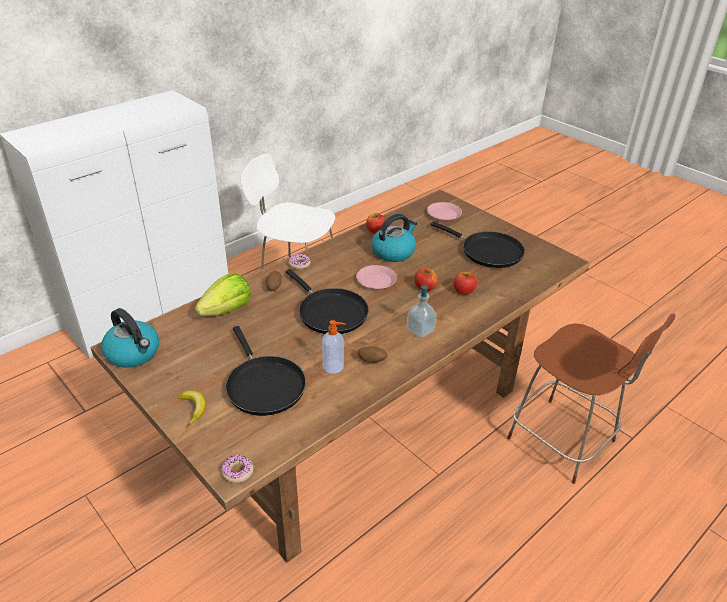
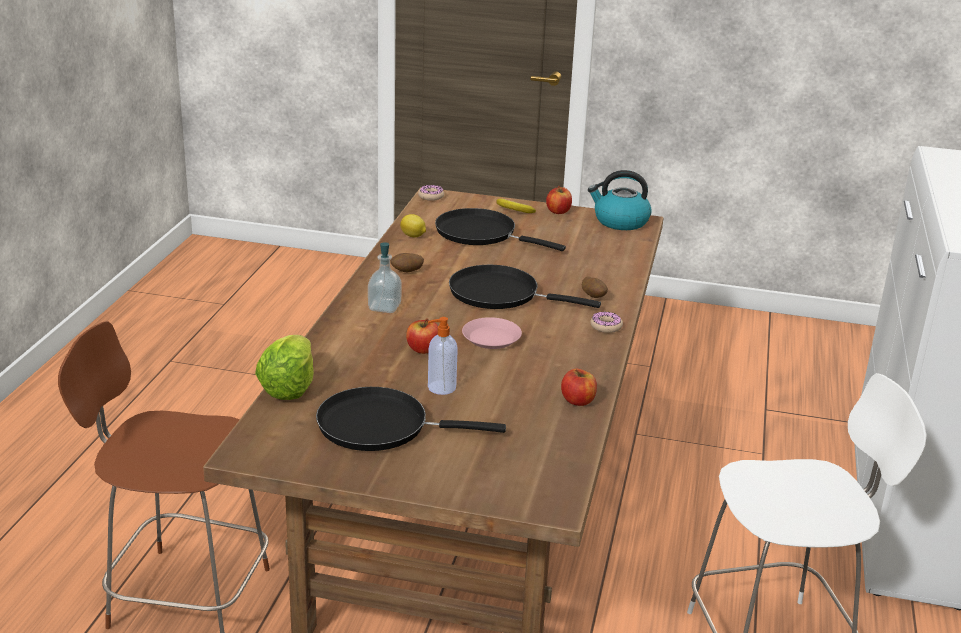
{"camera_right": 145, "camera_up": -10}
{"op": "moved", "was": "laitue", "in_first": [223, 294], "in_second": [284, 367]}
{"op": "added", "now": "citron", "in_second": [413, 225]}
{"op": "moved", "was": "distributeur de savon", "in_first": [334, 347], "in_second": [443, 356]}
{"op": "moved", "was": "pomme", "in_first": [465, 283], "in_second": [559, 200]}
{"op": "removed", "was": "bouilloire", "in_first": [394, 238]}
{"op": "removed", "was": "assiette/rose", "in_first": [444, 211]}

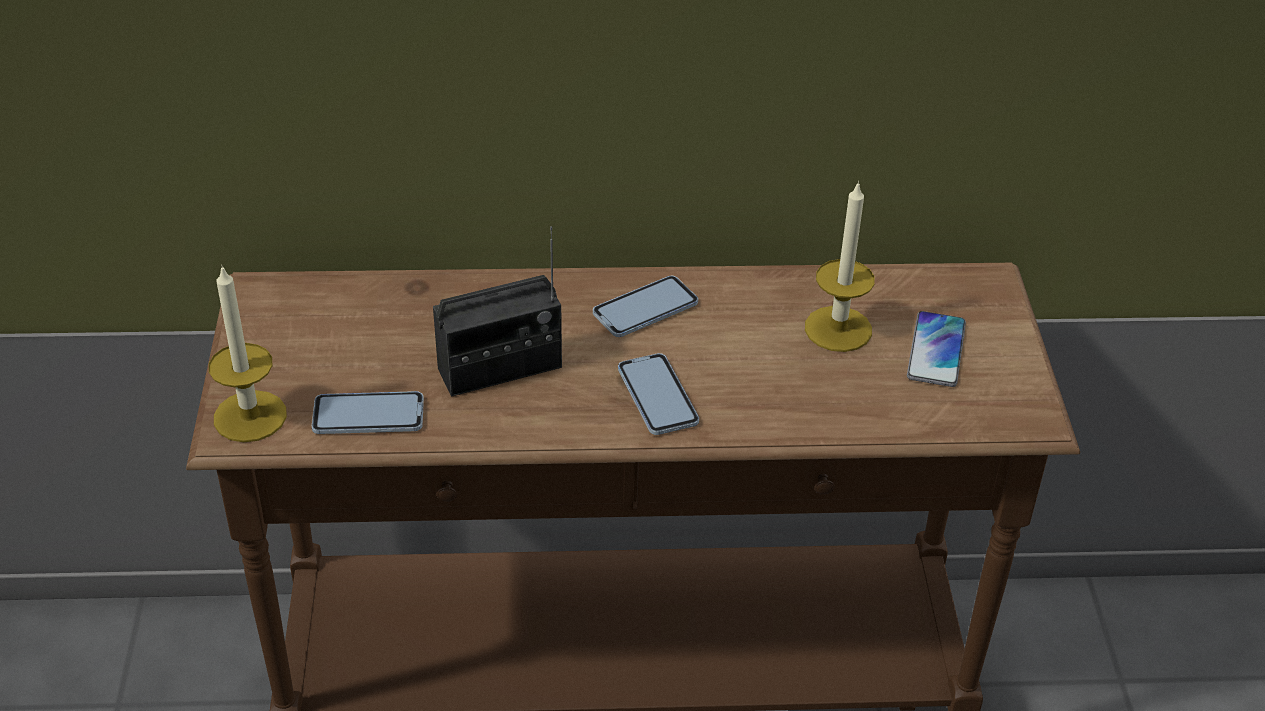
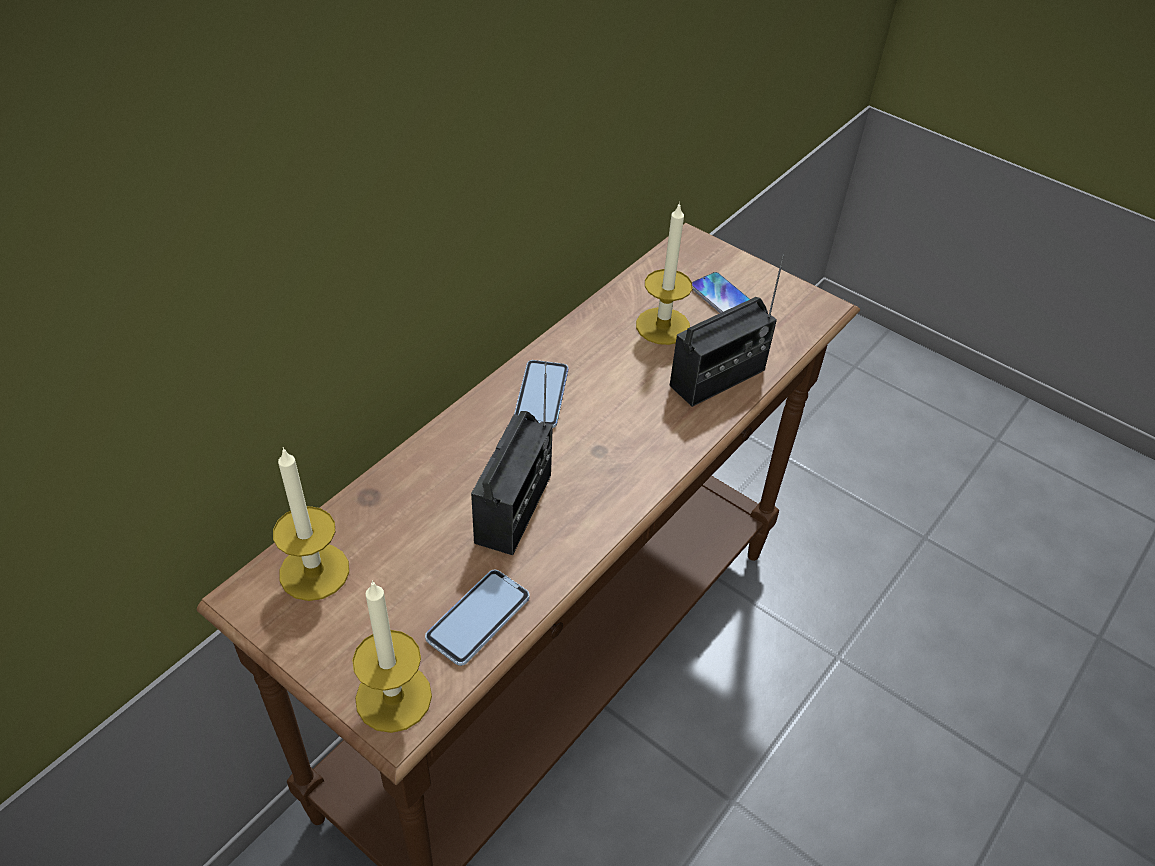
{"camera_right": -50, "camera_up": 5}
{"op": "added", "now": "bougie", "in_second": [311, 524]}
{"op": "added", "now": "radio", "in_second": [726, 331]}
{"op": "removed", "was": "téléphone", "in_first": [658, 394]}

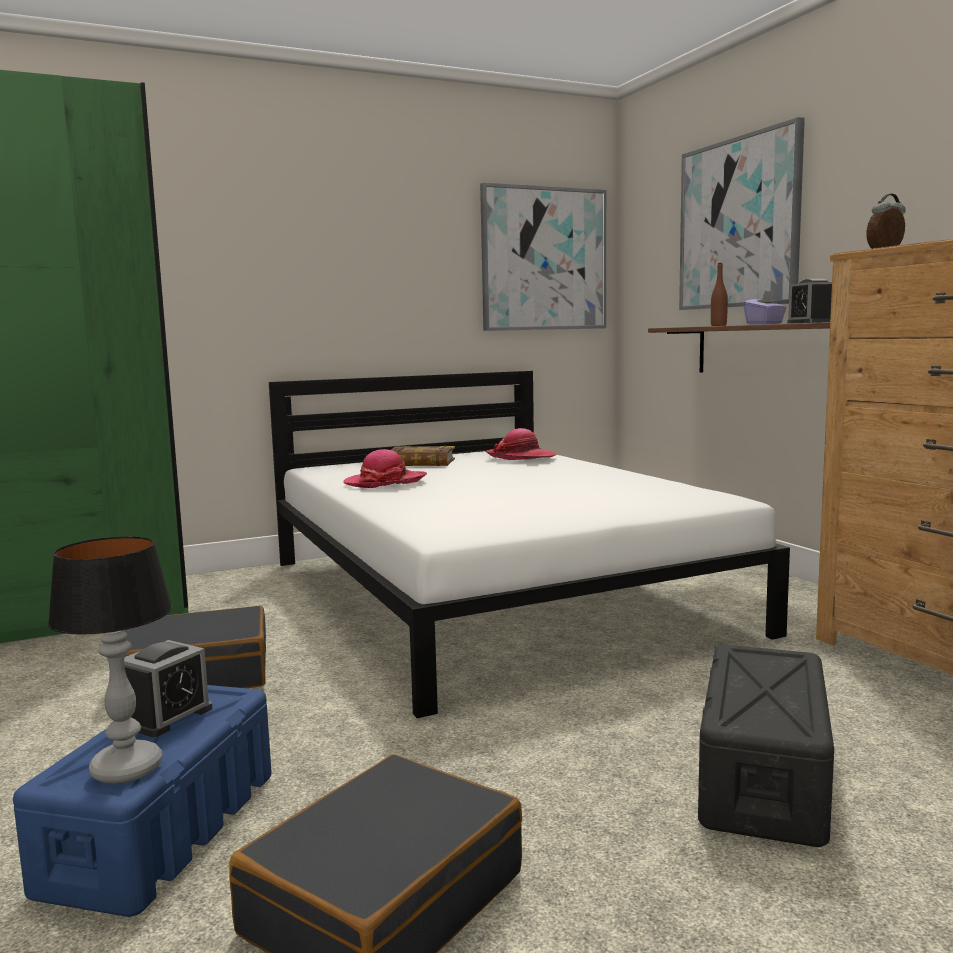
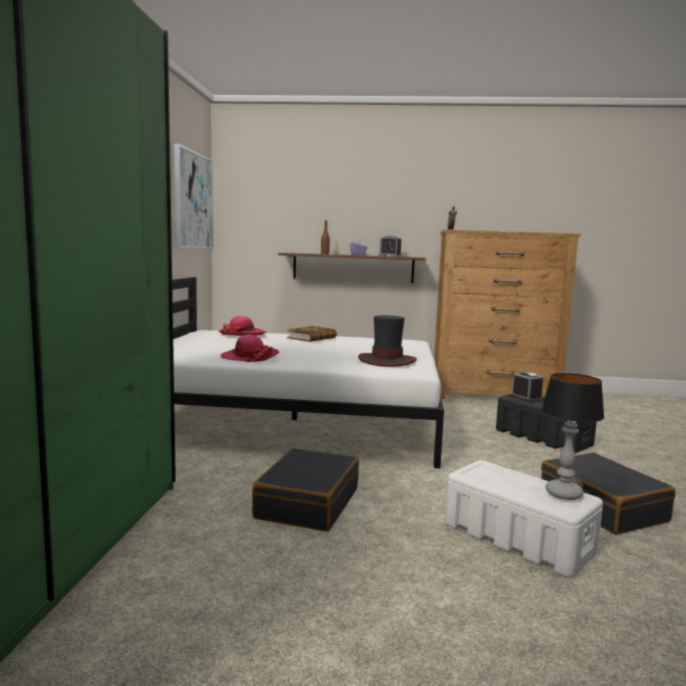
{"camera_right": -60, "camera_up": 0}
{"op": "moved", "was": "livre", "in_first": [423, 456], "in_second": [312, 334]}
{"op": "added", "now": "chapeau", "in_second": [387, 341]}
{"op": "recoloured", "was": "boîte de rangement/bleu", "now": "boîte de rangement/blanc", "in_first": [142, 801], "in_second": [524, 518]}
{"op": "moved", "was": "réveil", "in_first": [168, 688], "in_second": [527, 387]}
{"op": "removed", "was": "tableau", "in_first": [742, 213]}

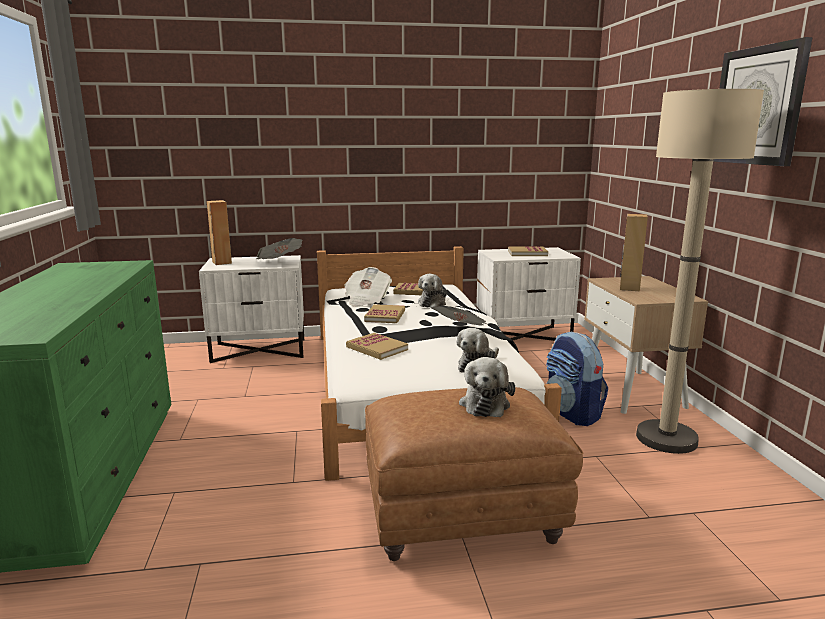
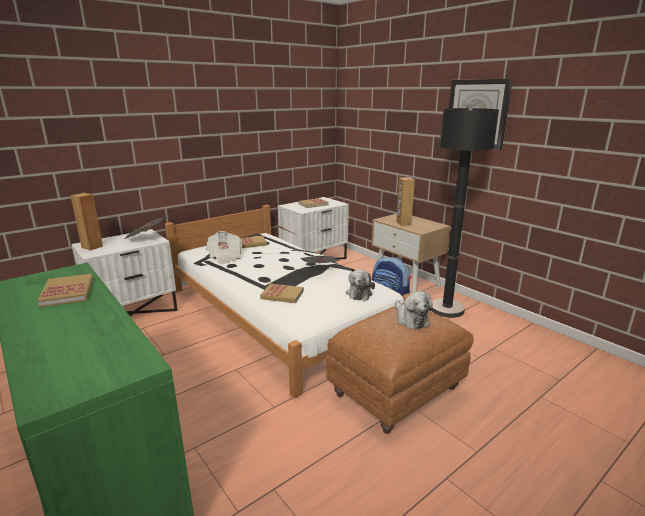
{"camera_right": -30, "camera_up": 5}
{"op": "moved", "was": "livre", "in_first": [384, 313], "in_second": [65, 291]}
{"op": "recoloured", "was": "lampadaire/beige", "now": "lampadaire/noir", "in_first": [700, 271], "in_second": [465, 213]}
{"op": "removed", "was": "peluche", "in_first": [432, 290]}

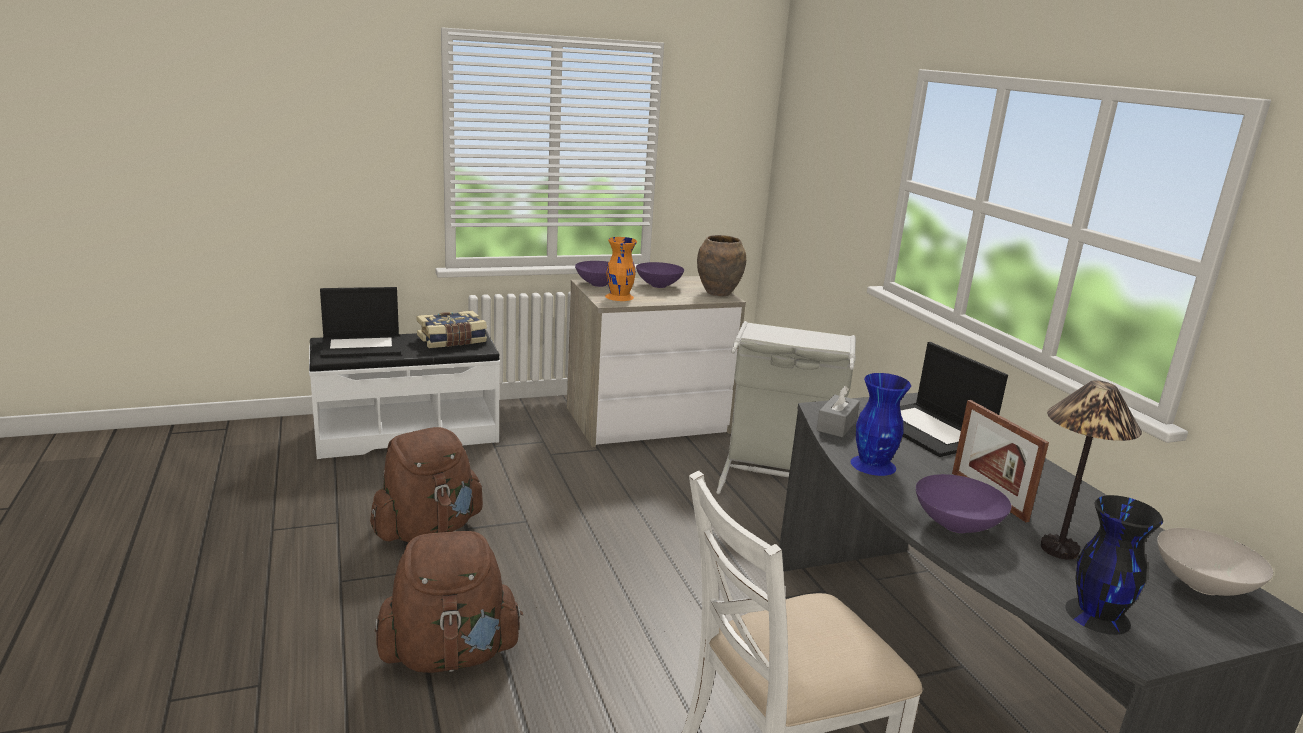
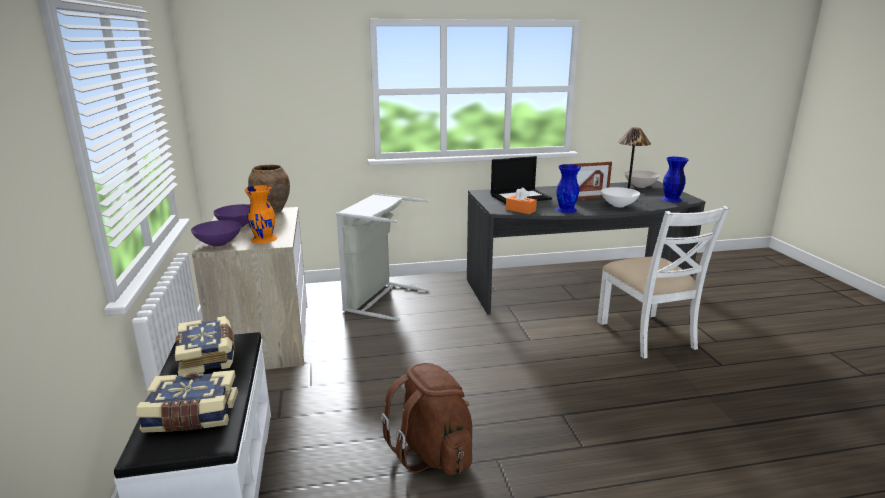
{"camera_right": -80, "camera_up": 0}
{"op": "replaced", "was": "ordinateur portable", "now": "livre", "in_first": [360, 322], "in_second": [187, 401]}
{"op": "recoloured", "was": "boîte à mouchoirs/gris", "now": "boîte à mouchoirs/orange", "in_first": [838, 411], "in_second": [521, 201]}
{"op": "recoloured", "was": "bol/violet", "now": "bol/blanc", "in_first": [963, 503], "in_second": [620, 197]}
{"op": "recoloured", "was": "vase/noir", "now": "vase/bleu", "in_first": [1114, 565], "in_second": [675, 179]}
{"op": "removed", "was": "sac à dos/marron", "in_first": [449, 602]}

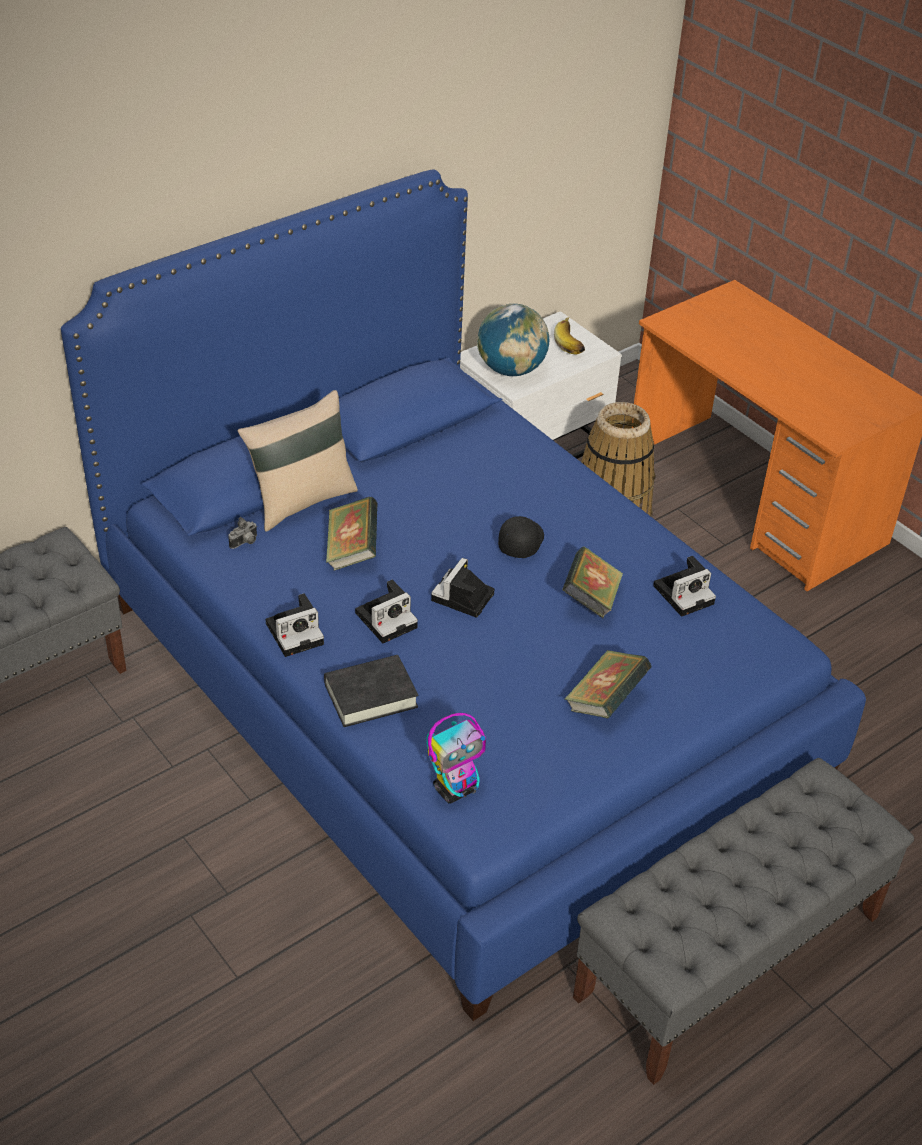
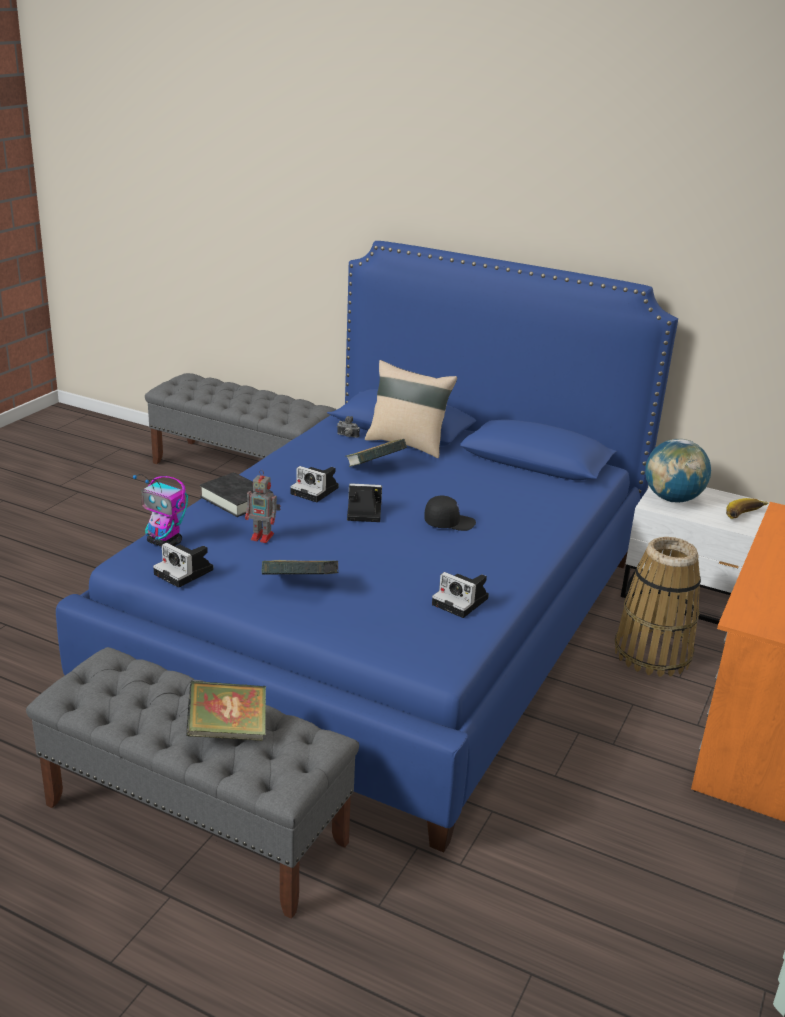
{"camera_right": 65, "camera_up": -15}
{"op": "moved", "was": "appareil photo", "in_first": [295, 625], "in_second": [183, 565]}
{"op": "moved", "was": "livre", "in_first": [592, 582], "in_second": [226, 711]}
{"op": "added", "now": "robot jouet", "in_second": [262, 506]}

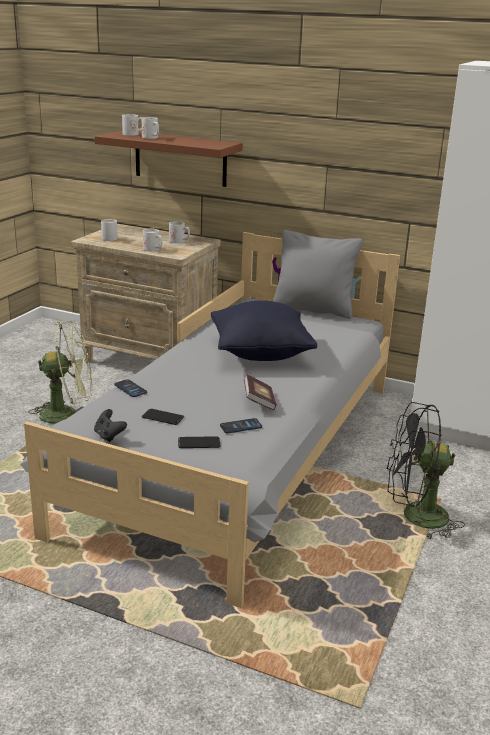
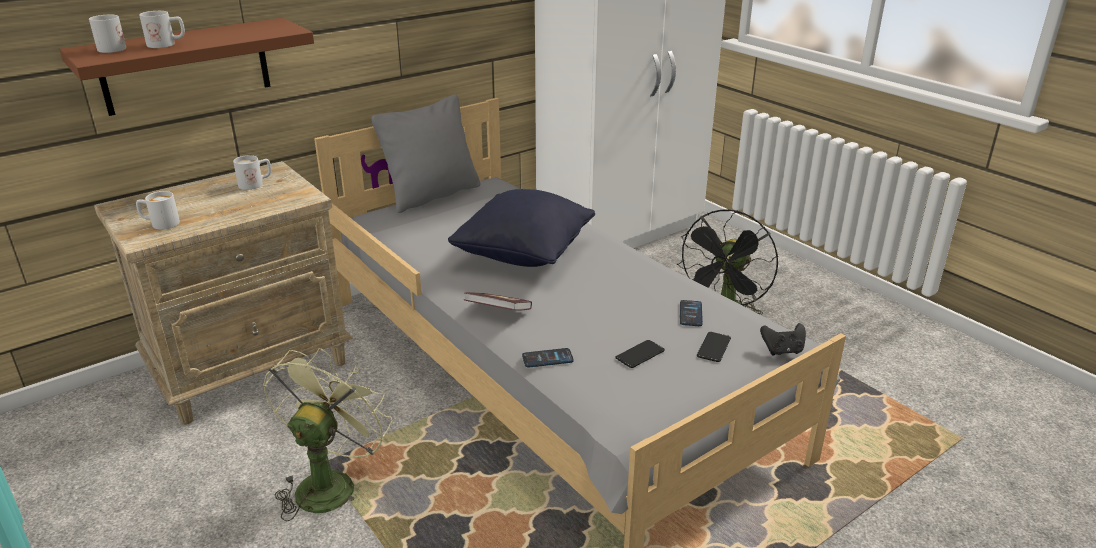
{"camera_right": -60, "camera_up": 5}
{"op": "moved", "was": "livre", "in_first": [260, 392], "in_second": [498, 301]}
{"op": "moved", "was": "manette/noir", "in_first": [110, 425], "in_second": [783, 339]}
{"op": "removed", "was": "mug/blanc", "in_first": [152, 240]}

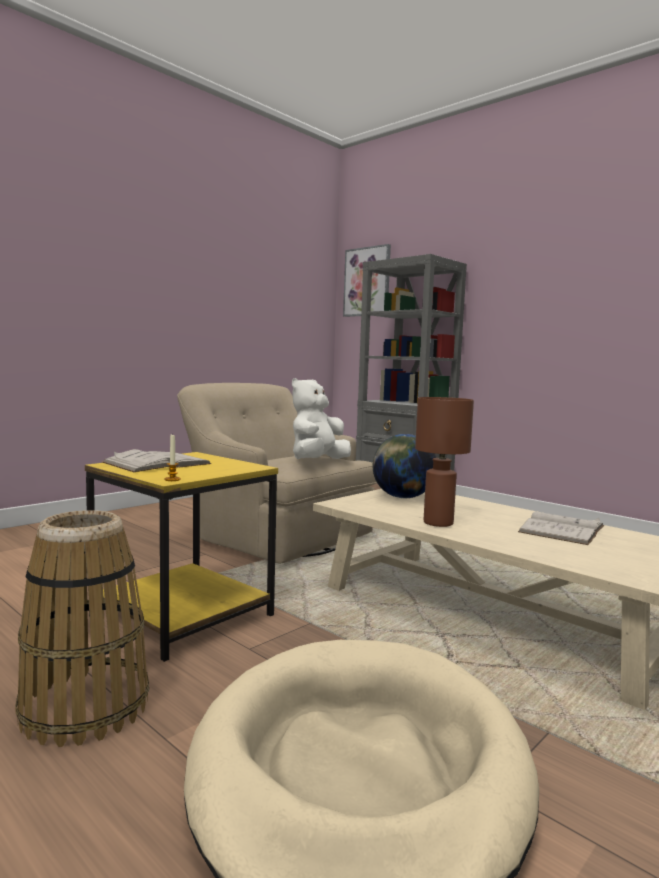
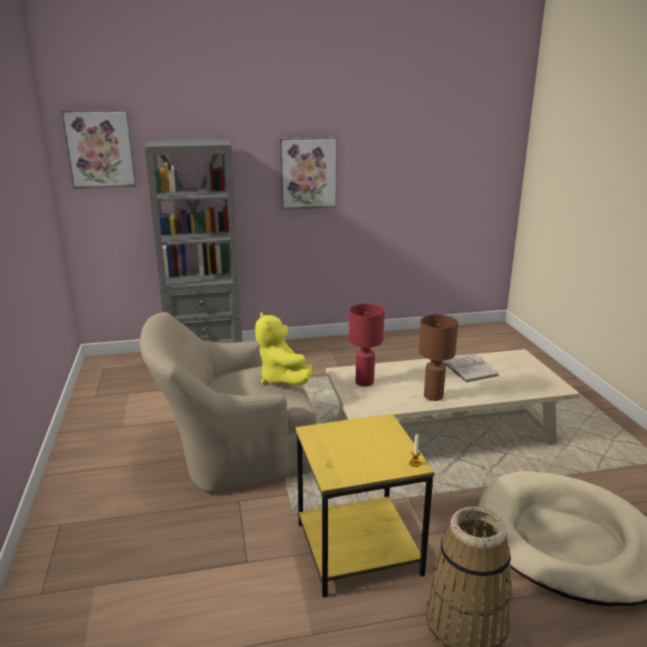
{"camera_right": -55, "camera_up": 15}
{"op": "recoloured", "was": "peluche/blanc", "now": "peluche/jaune", "in_first": [321, 418], "in_second": [284, 348]}
{"op": "added", "now": "tableau", "in_second": [309, 173]}
{"op": "replaced", "was": "globe", "now": "lampe de table/rouge", "in_first": [404, 466], "in_second": [367, 345]}
{"op": "removed", "was": "livre/blanc", "in_first": [157, 460]}

